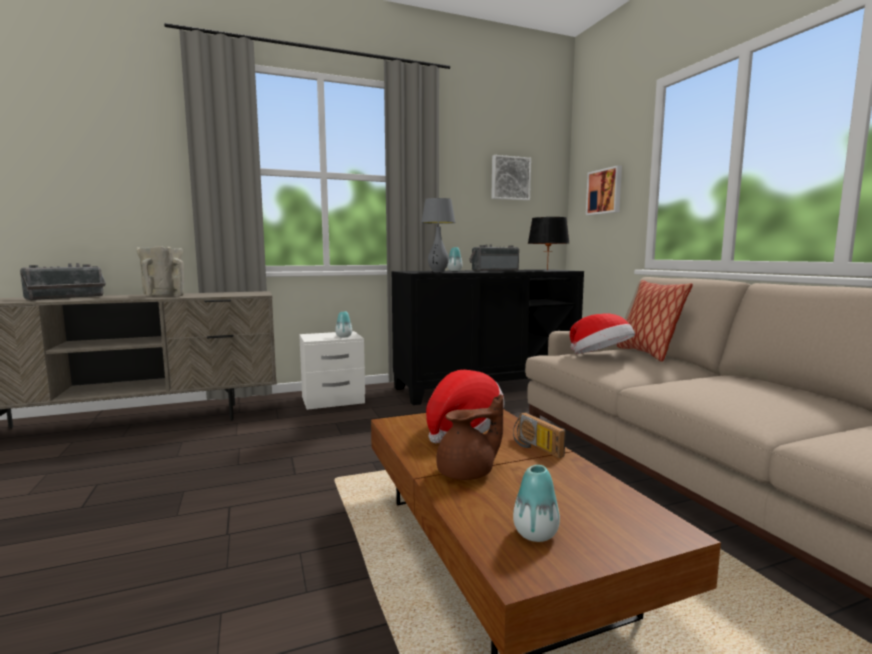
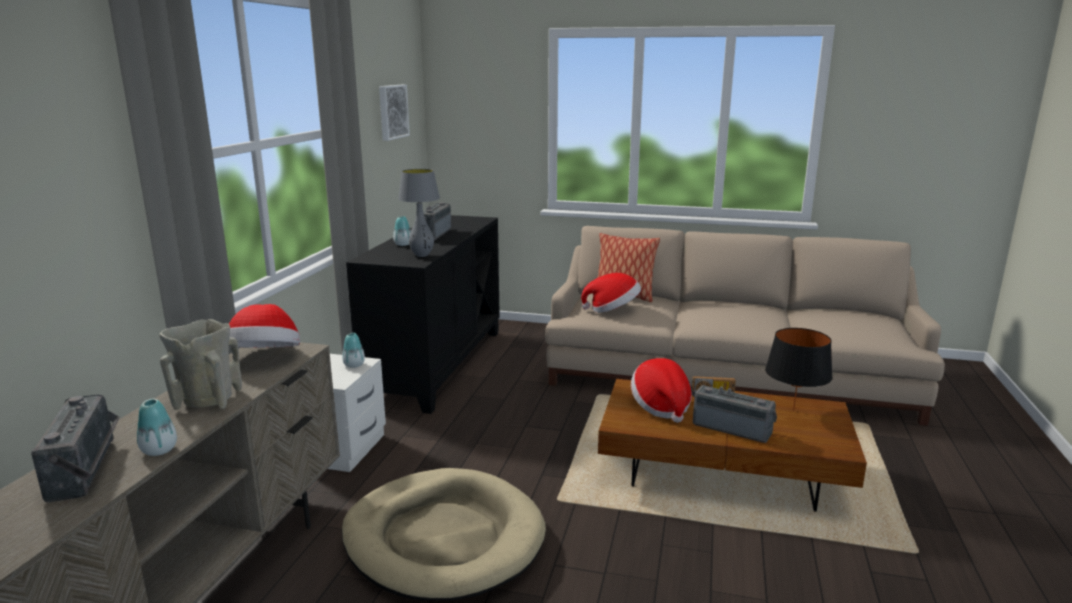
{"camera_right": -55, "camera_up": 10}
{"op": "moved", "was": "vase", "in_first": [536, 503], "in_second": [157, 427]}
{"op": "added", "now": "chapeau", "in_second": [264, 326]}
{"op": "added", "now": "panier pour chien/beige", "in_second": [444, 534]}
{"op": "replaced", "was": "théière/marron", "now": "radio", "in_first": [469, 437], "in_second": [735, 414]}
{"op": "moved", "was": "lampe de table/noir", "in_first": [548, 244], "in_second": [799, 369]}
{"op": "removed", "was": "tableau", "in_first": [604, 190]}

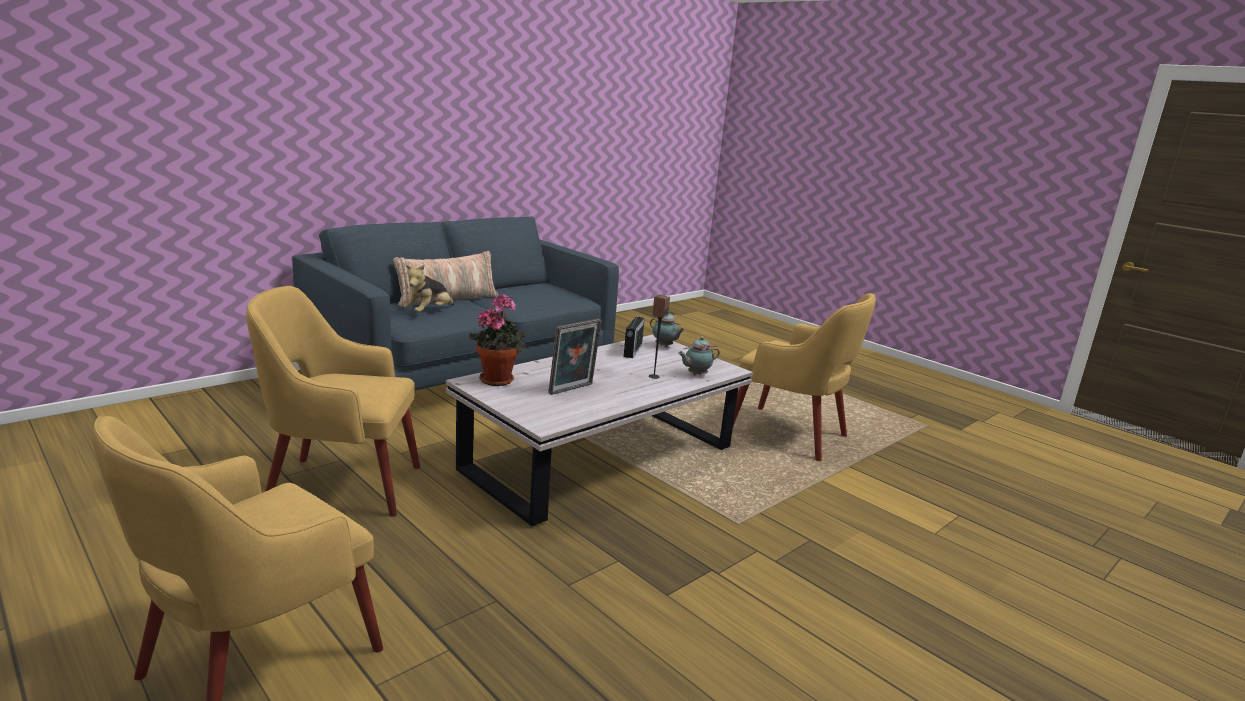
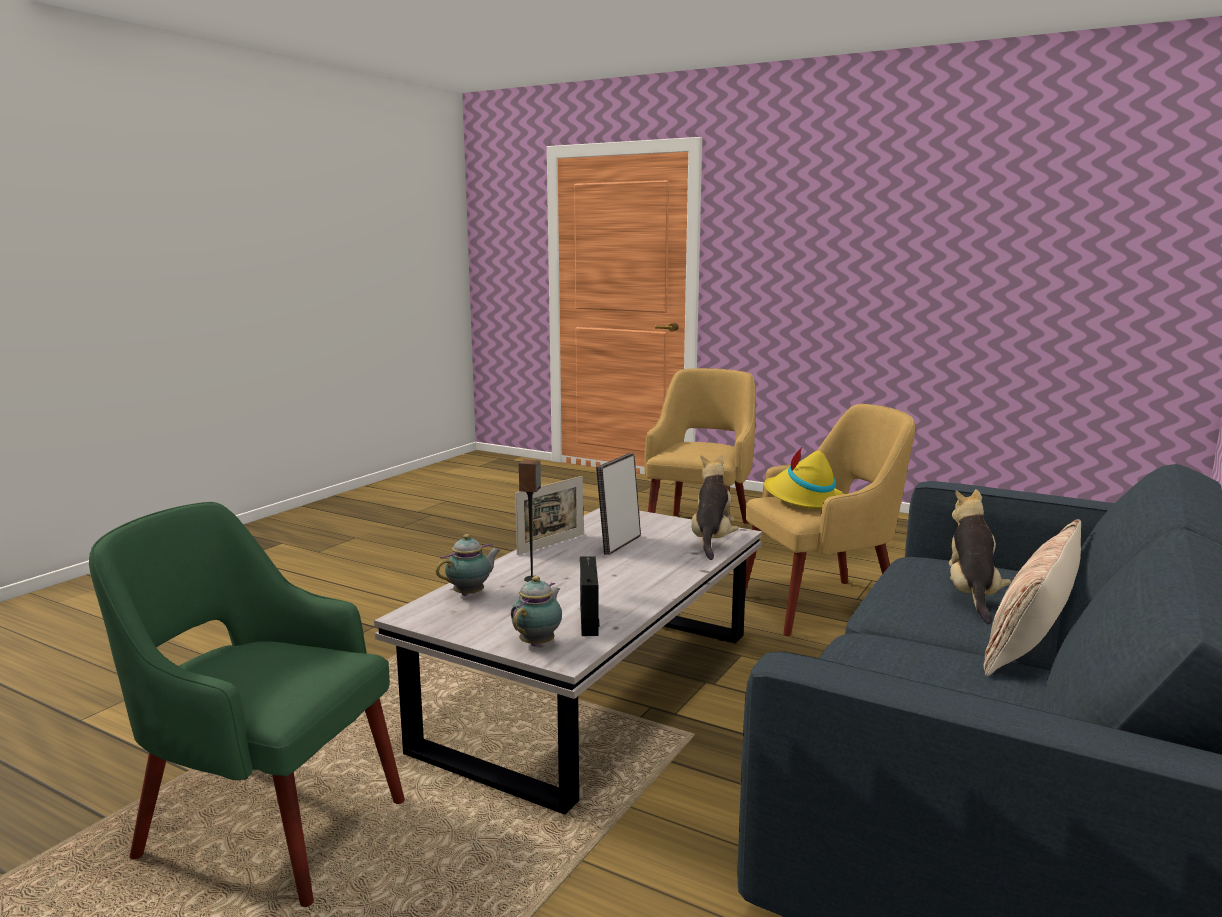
{"camera_right": 165, "camera_up": -5}
{"op": "recoloured", "was": "fauteuil/jaune", "now": "fauteuil/vert", "in_first": [804, 377], "in_second": [247, 704]}
{"op": "turned", "was": "théière", "in_first": [667, 329], "in_second": [536, 611], "clockwise": 90}
{"op": "added", "now": "cadre photo", "in_second": [549, 515]}
{"op": "replaced", "was": "plante en pot", "now": "peluche", "in_first": [497, 340], "in_second": [715, 507]}
{"op": "added", "now": "chapeau/jaune", "in_second": [804, 478]}

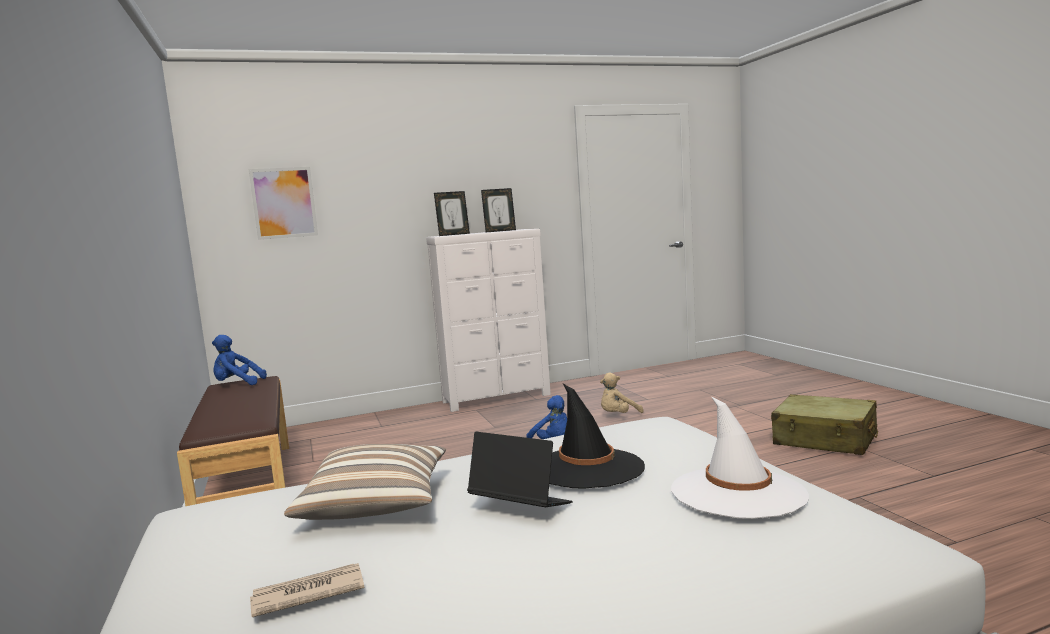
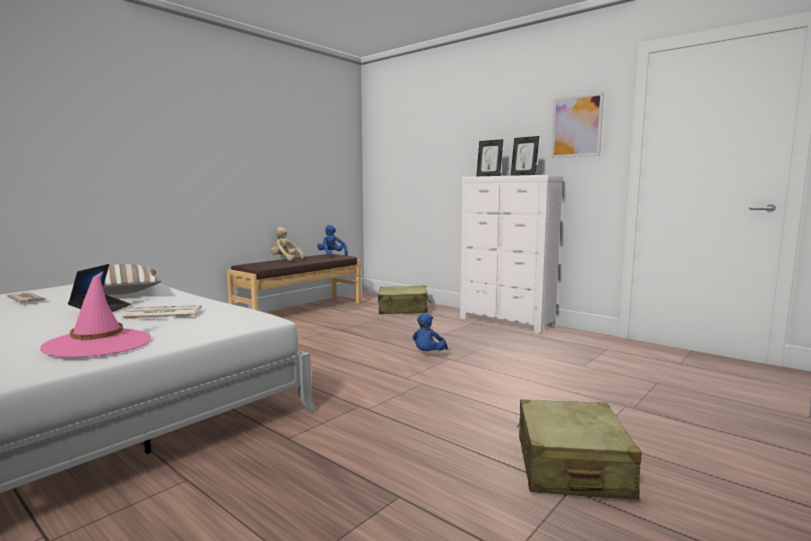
{"camera_right": 60, "camera_up": 0}
{"op": "recoloured", "was": "chapeau/blanc", "now": "chapeau/rose", "in_first": [740, 457], "in_second": [95, 314]}
{"op": "replaced", "was": "chapeau/noir", "now": "journal", "in_first": [597, 436], "in_second": [161, 312]}
{"op": "moved", "was": "peluche/beige", "in_first": [622, 393], "in_second": [287, 244]}
{"op": "added", "now": "valise/beige", "in_second": [404, 299]}
{"op": "moved", "was": "tableau", "in_first": [283, 203], "in_second": [577, 125]}

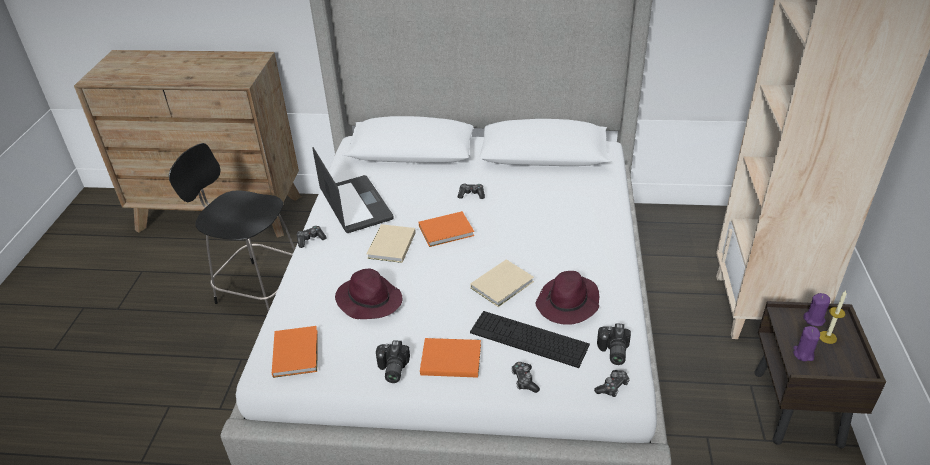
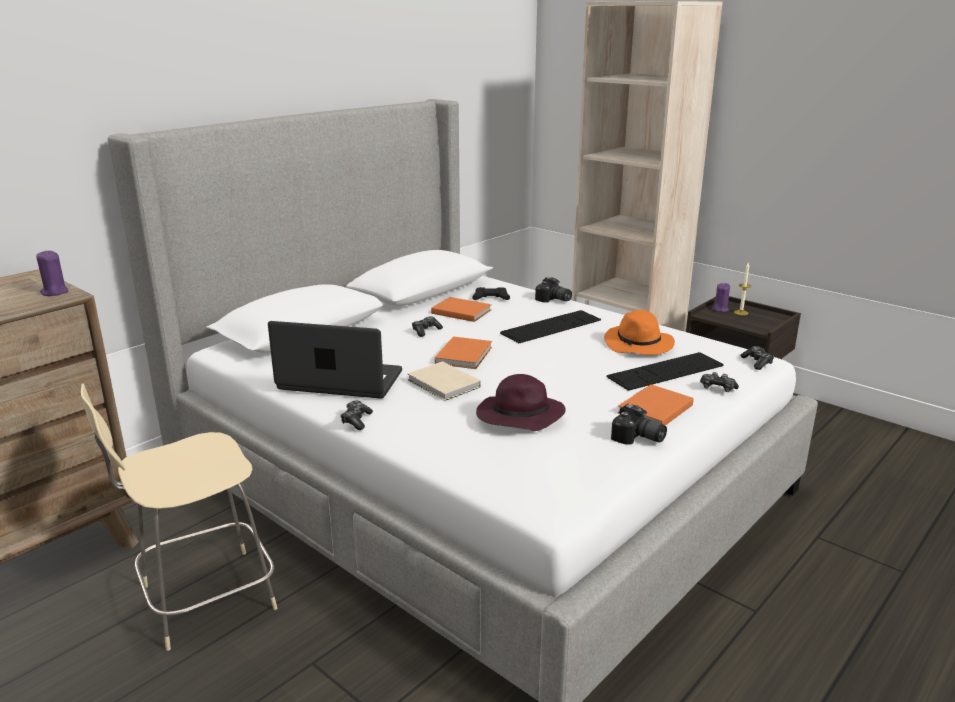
{"camera_right": -55, "camera_up": -15}
{"op": "moved", "was": "bougie/violet", "in_first": [806, 343], "in_second": [52, 273]}
{"op": "recoloured", "was": "chaise/noir", "now": "chaise/beige", "in_first": [232, 227], "in_second": [179, 517]}
{"op": "moved", "was": "livre/orange", "in_first": [295, 352], "in_second": [461, 309]}
{"op": "added", "now": "manette/noir", "in_second": [491, 293]}
{"op": "added", "now": "clavier", "in_second": [550, 326]}
{"op": "moved", "was": "appareil photo", "in_first": [614, 344], "in_second": [553, 290]}
{"op": "recoloured", "was": "chapeau/violet", "now": "chapeau/orange", "in_first": [567, 298], "in_second": [639, 332]}
{"op": "removed", "was": "livre/beige", "in_first": [502, 283]}

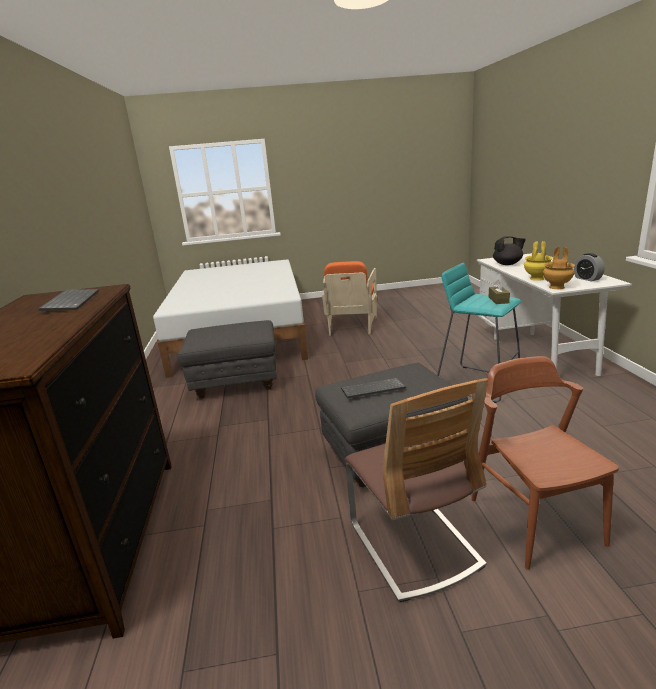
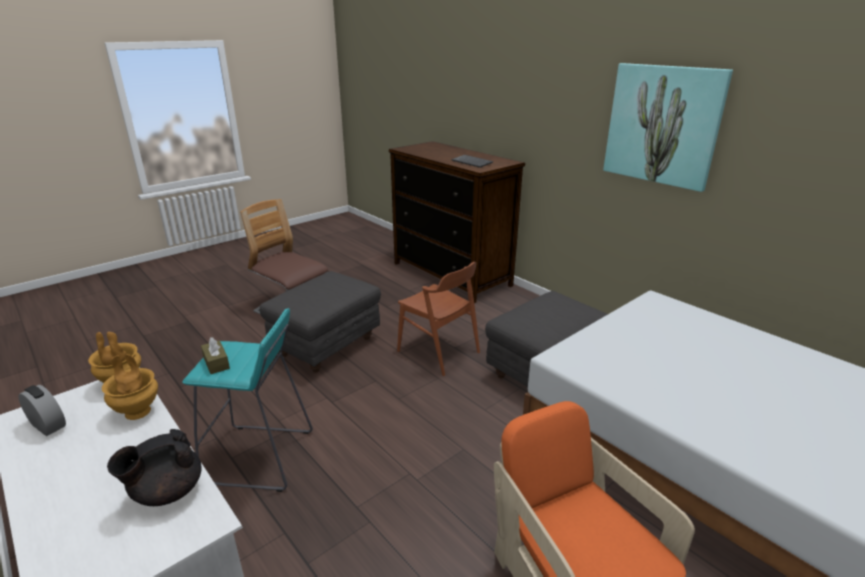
{"camera_right": 145, "camera_up": 5}
{"op": "recoloured", "was": "vase/jaune", "now": "vase/marron", "in_first": [538, 261], "in_second": [130, 387]}
{"op": "moved", "was": "chaise/marron", "in_first": [545, 463], "in_second": [438, 319]}
{"op": "added", "now": "tableau", "in_second": [668, 127]}
{"op": "removed", "was": "clavier", "in_first": [373, 387]}

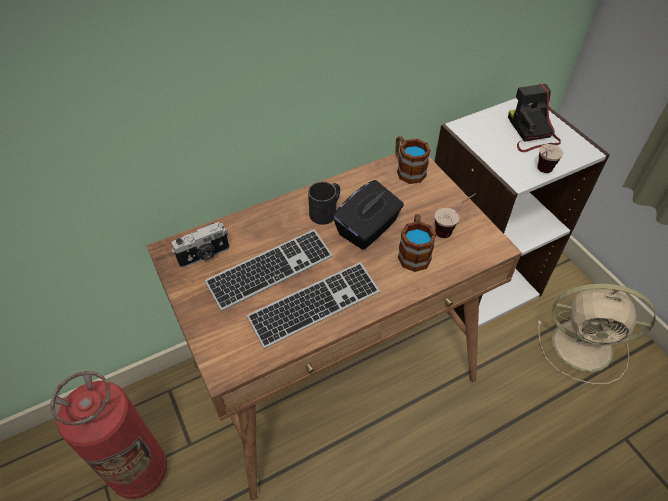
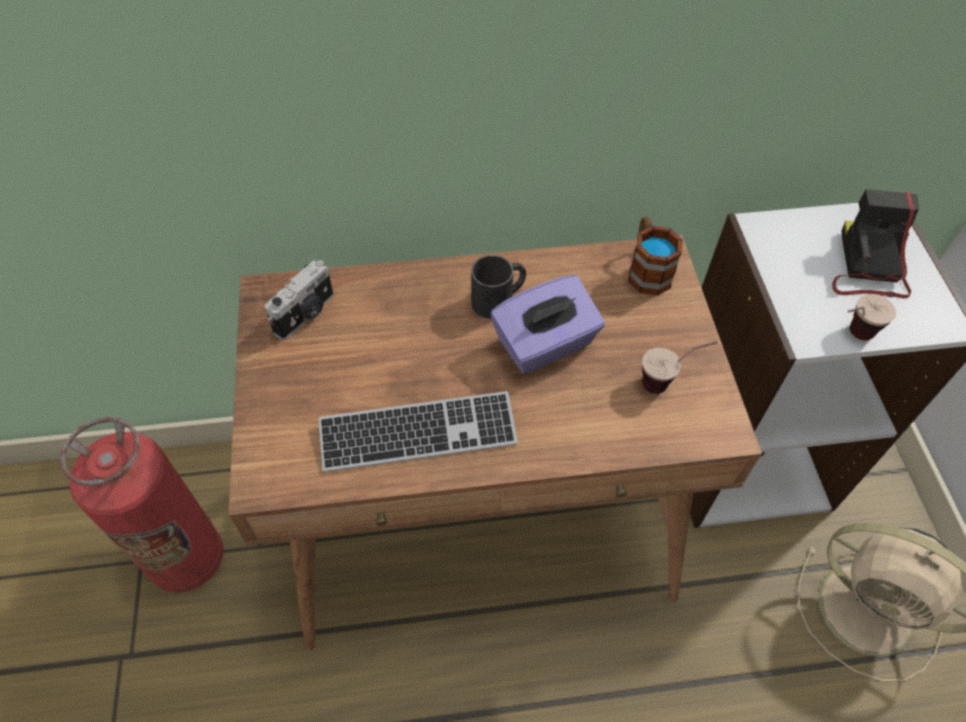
{"camera_right": 20, "camera_up": 5}
{"op": "turned", "was": "appareil photo", "in_first": [200, 245], "in_second": [298, 300], "clockwise": -45}
{"op": "recoloured", "was": "boîte à mouchoirs/noir", "now": "boîte à mouchoirs/violet", "in_first": [368, 215], "in_second": [547, 324]}
{"op": "removed", "was": "clavier", "in_first": [269, 270]}
{"op": "removed", "was": "mug", "in_first": [417, 243]}

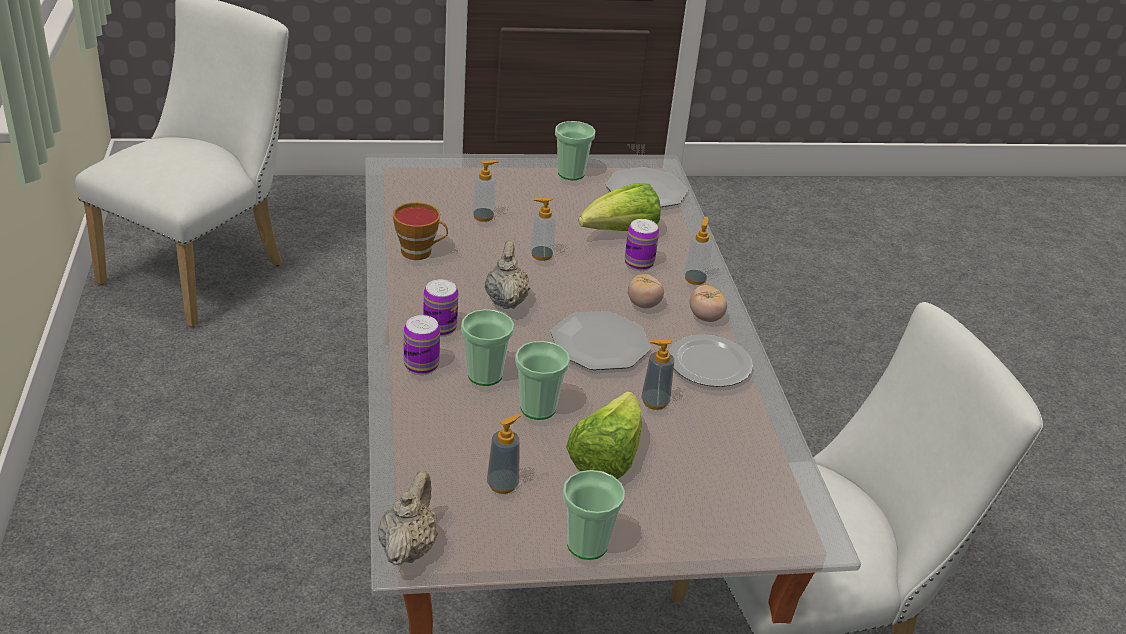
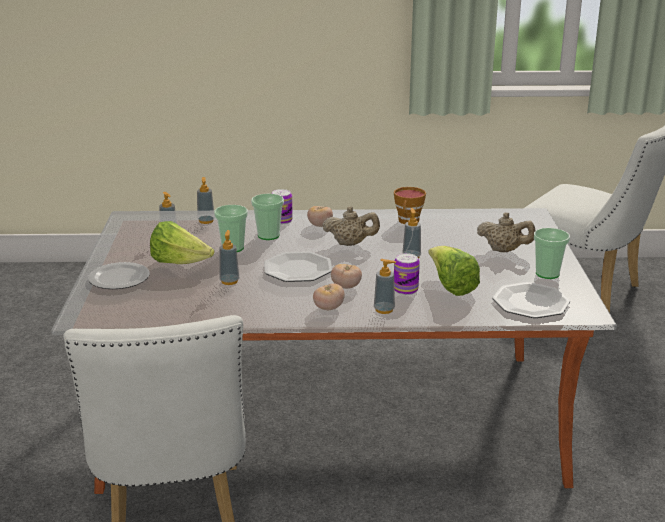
{"camera_right": 100, "camera_up": -10}
{"op": "moved", "was": "assiette", "in_first": [711, 360], "in_second": [119, 275]}
{"op": "moved", "was": "distributeur de savon", "in_first": [485, 191], "in_second": [206, 200]}
{"op": "replaced", "was": "boîte métallique", "now": "tomate", "in_first": [440, 307], "in_second": [320, 216]}
{"op": "moved", "was": "théière/beige", "in_first": [408, 518], "in_second": [506, 232]}
{"op": "removed", "was": "tasse", "in_first": [594, 515]}

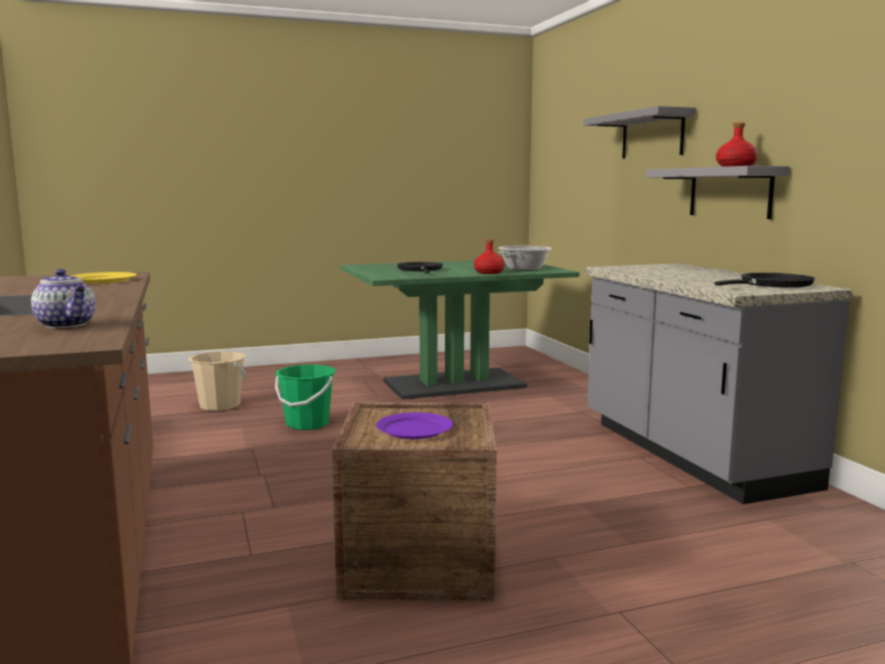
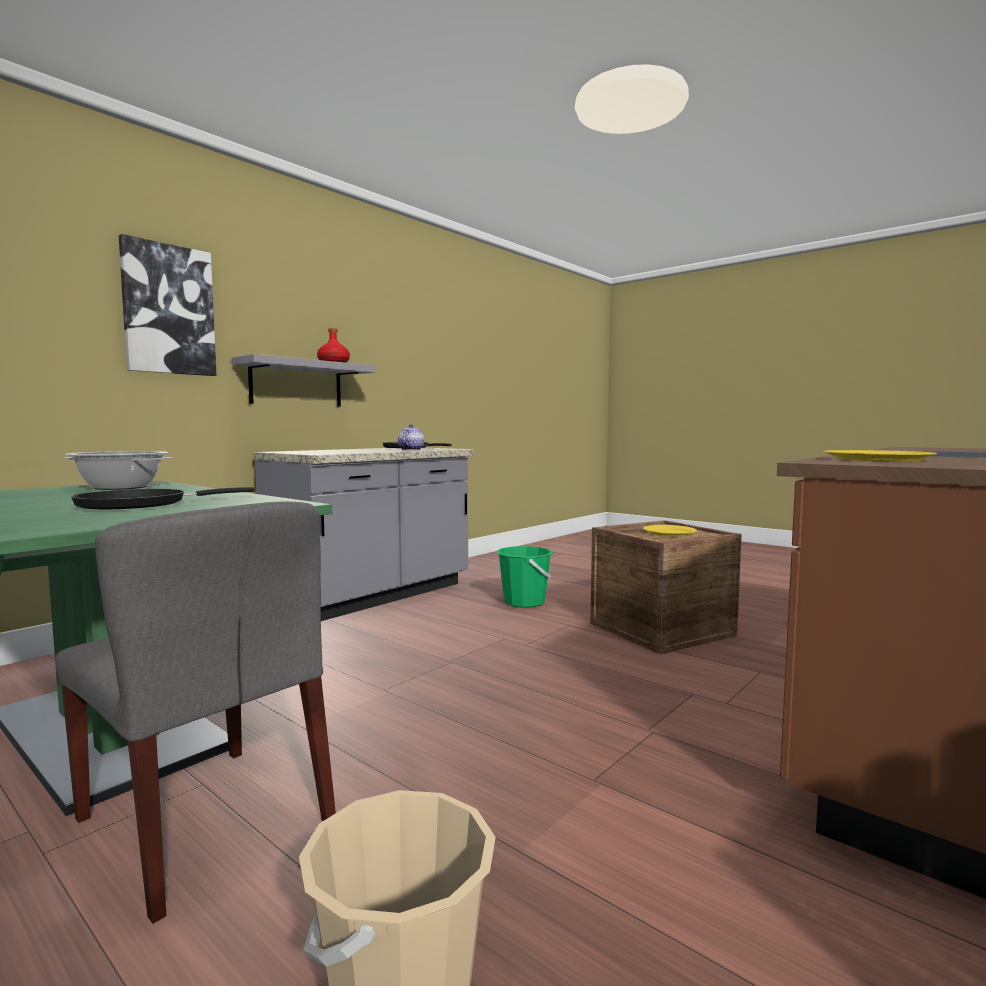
{"camera_right": -120, "camera_up": -5}
{"op": "added", "now": "chaise/gris", "in_second": [195, 712]}
{"op": "replaced", "was": "étagère/gris", "now": "tableau", "in_first": [639, 132], "in_second": [167, 305]}
{"op": "moved", "was": "théière", "in_first": [63, 298], "in_second": [411, 437]}
{"op": "moved", "was": "seau/vert", "in_first": [305, 397], "in_second": [524, 577]}
{"op": "recoloured", "was": "assiette/violet", "now": "assiette/jaune", "in_first": [414, 425], "in_second": [670, 530]}
{"op": "removed", "was": "bouteille/rouge", "in_first": [489, 256]}

